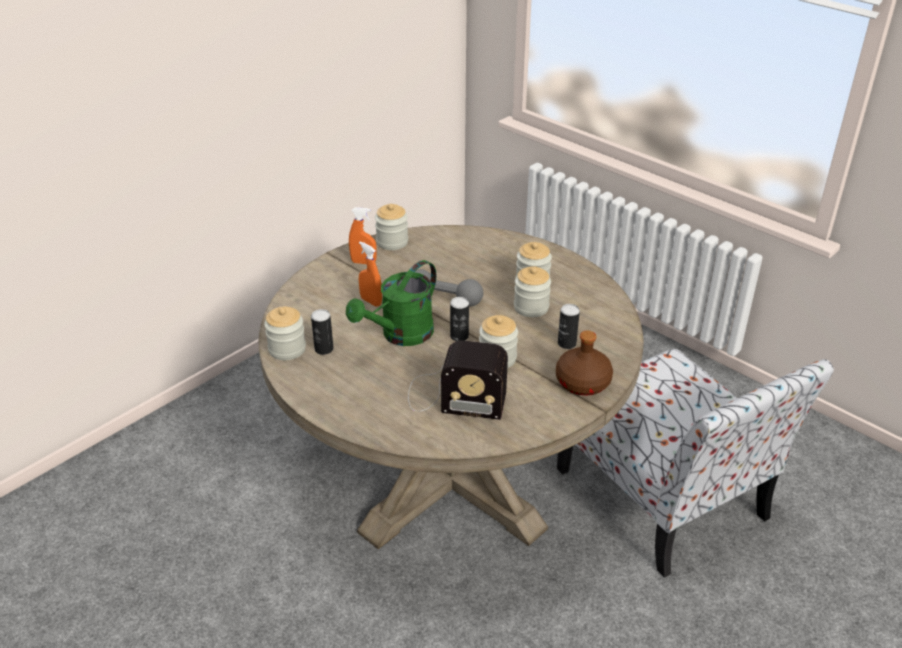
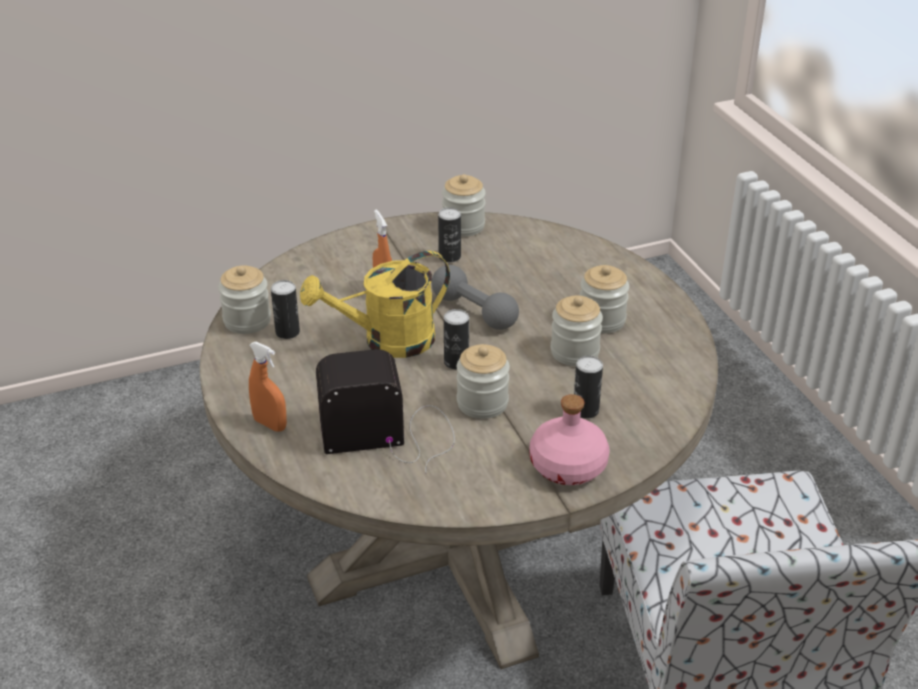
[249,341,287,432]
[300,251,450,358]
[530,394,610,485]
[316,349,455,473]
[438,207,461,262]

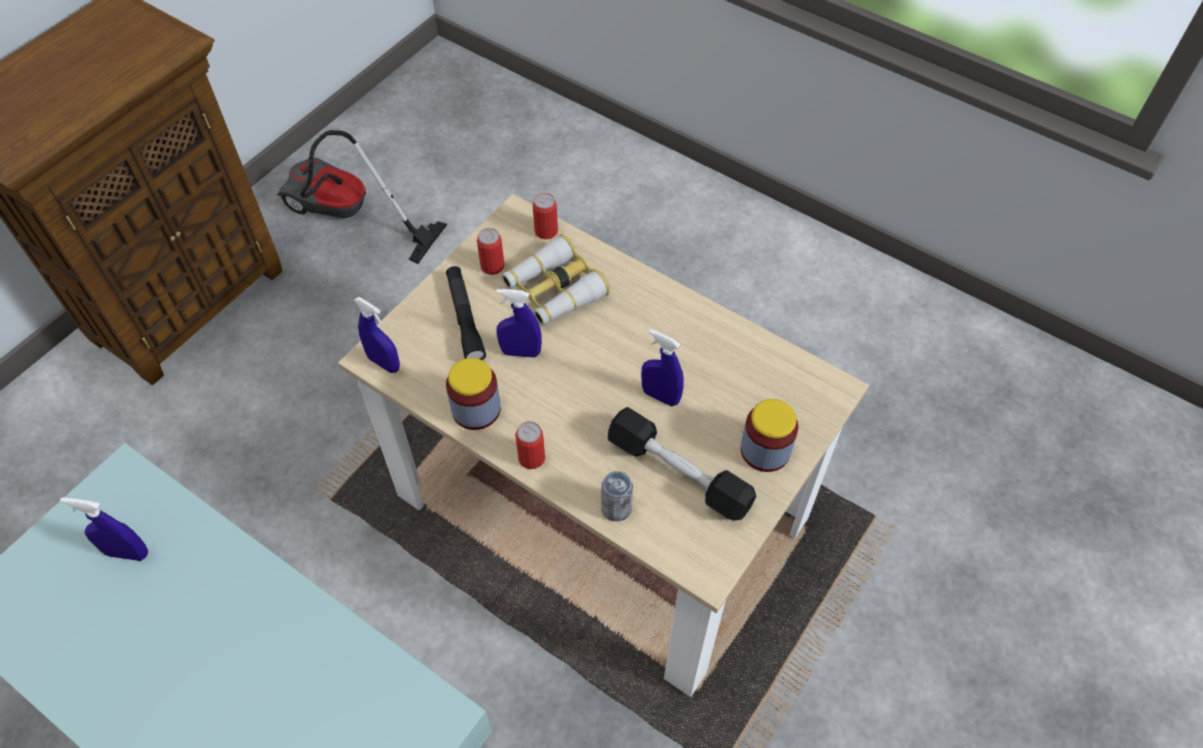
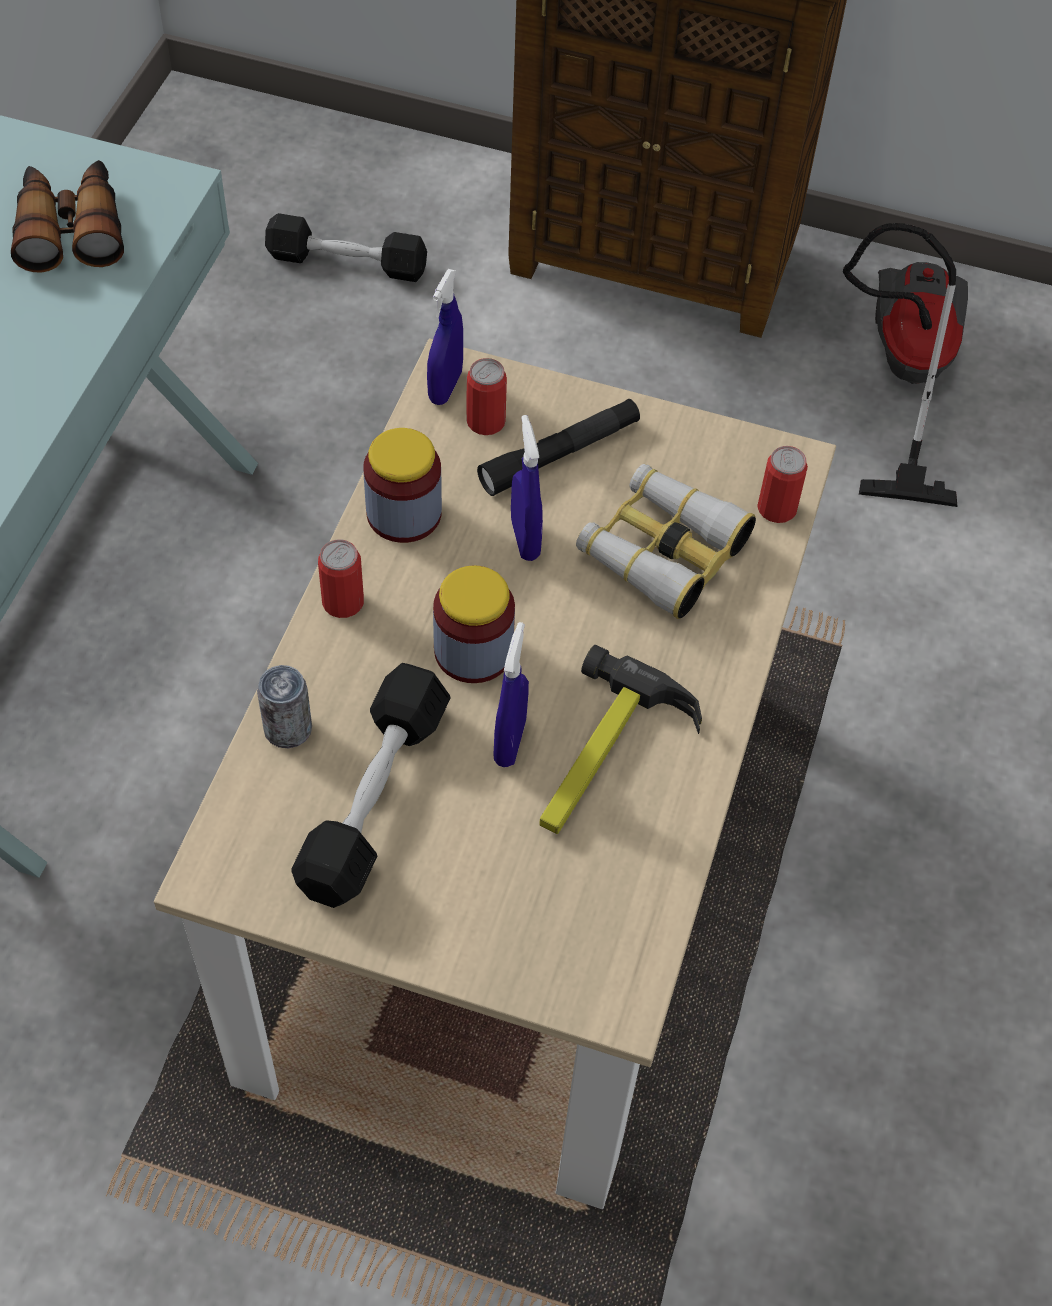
[466,358,507,435]
[433,565,515,683]
[11,160,124,272]
[265,213,427,282]
[539,645,702,834]

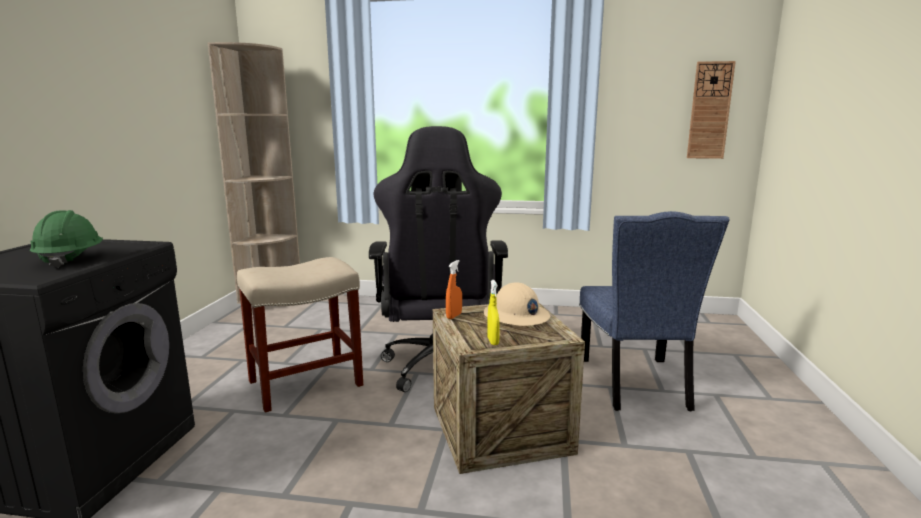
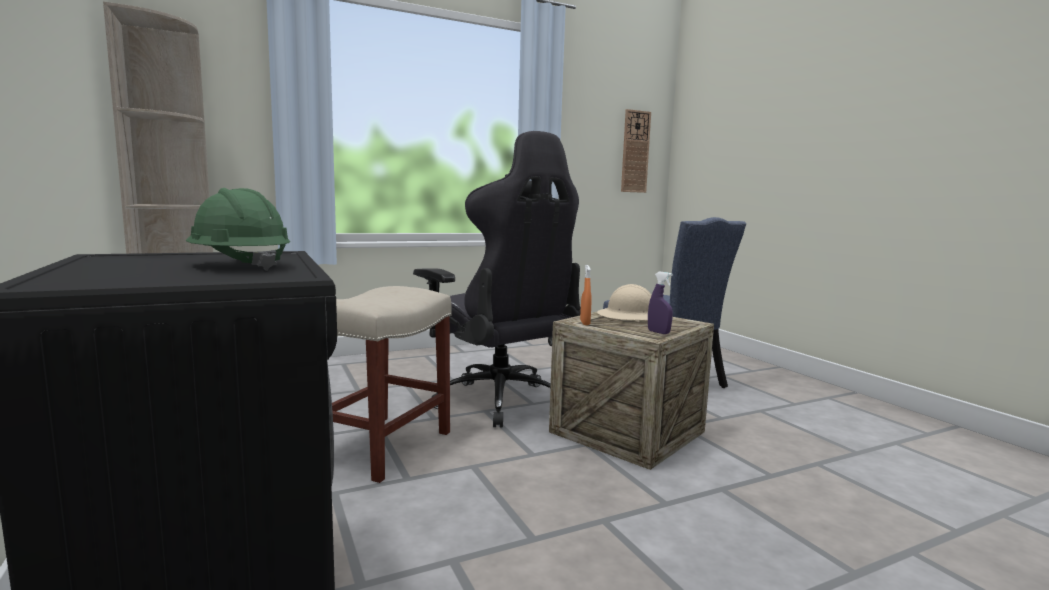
[648,272,673,334]

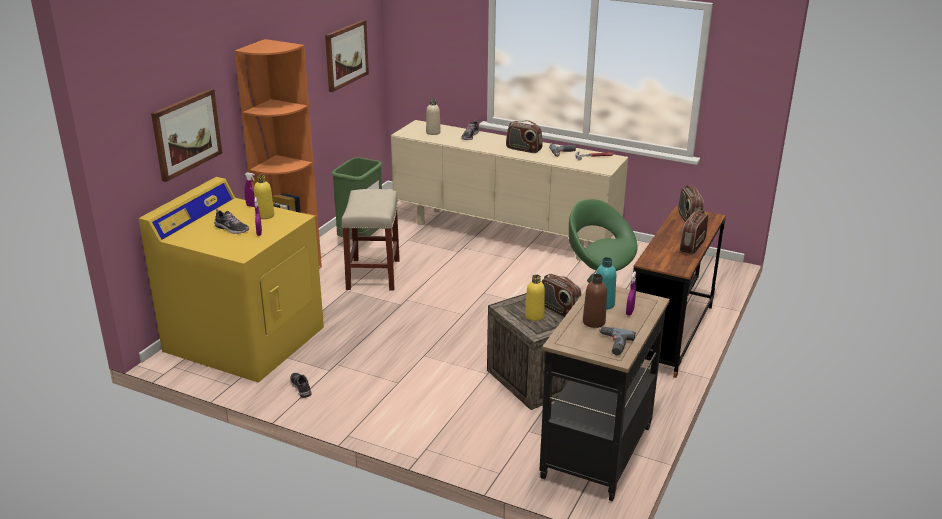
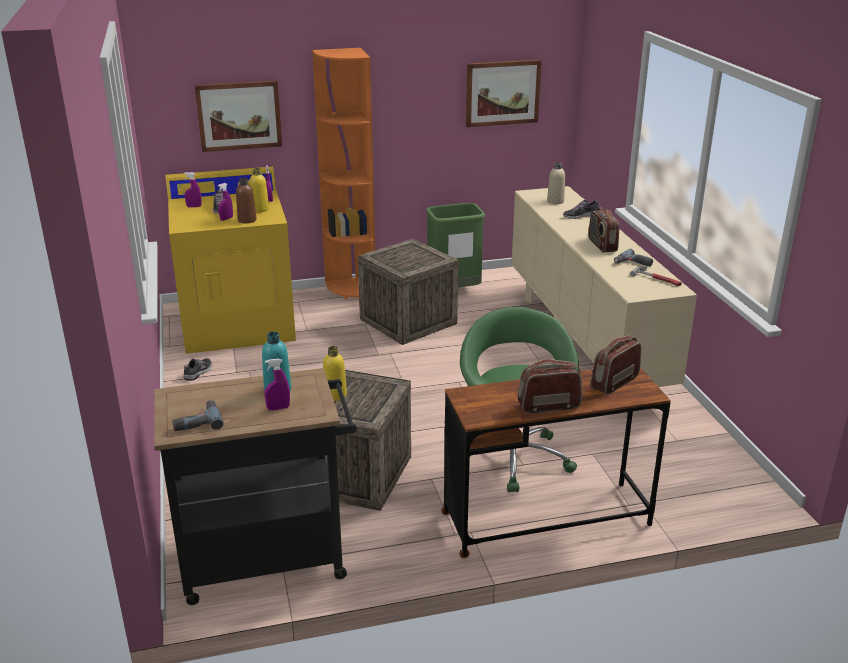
[358,239,459,345]
[542,274,582,317] (first image)
[236,178,257,223]
[184,172,202,208]

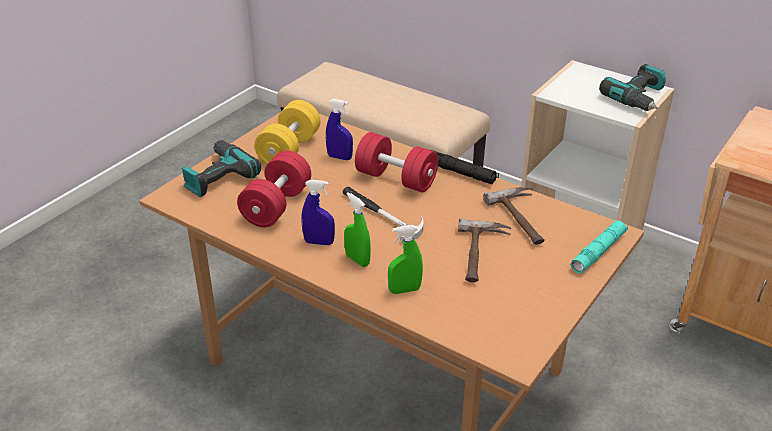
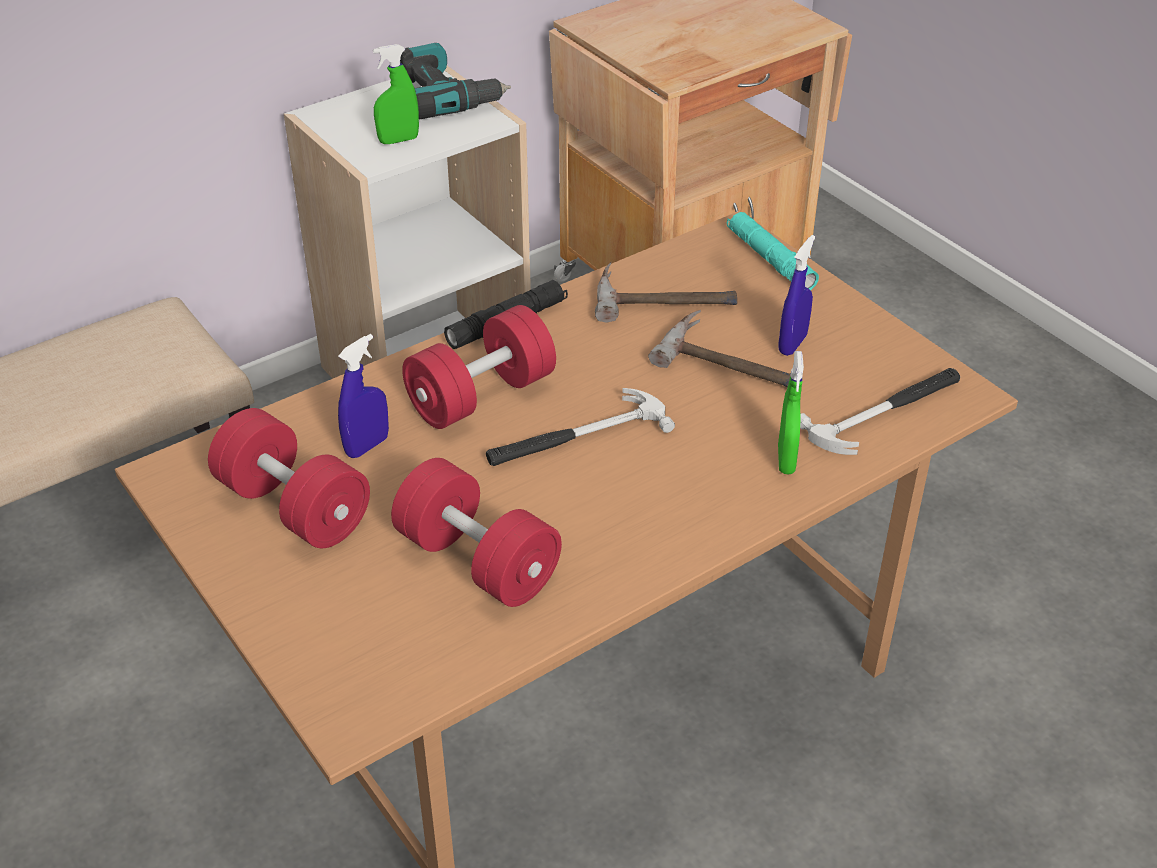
[208,408,370,548]
[182,140,261,197] (first image)
[779,235,815,356]
[373,44,419,144]
[800,368,960,455]

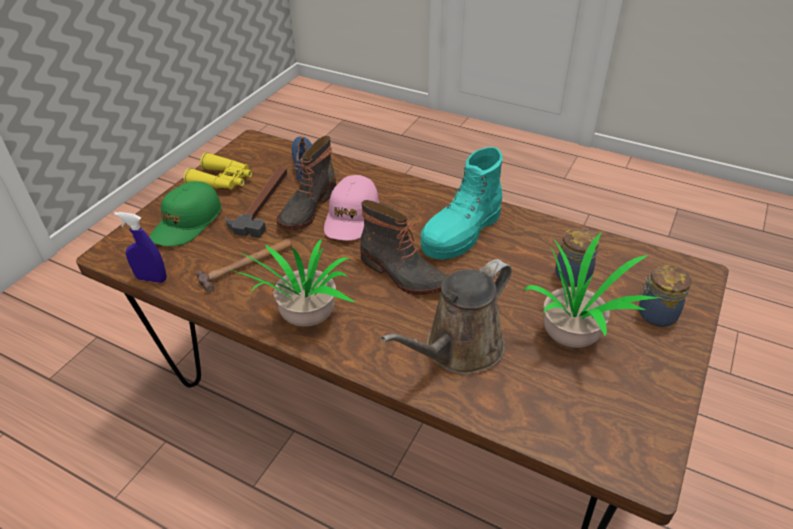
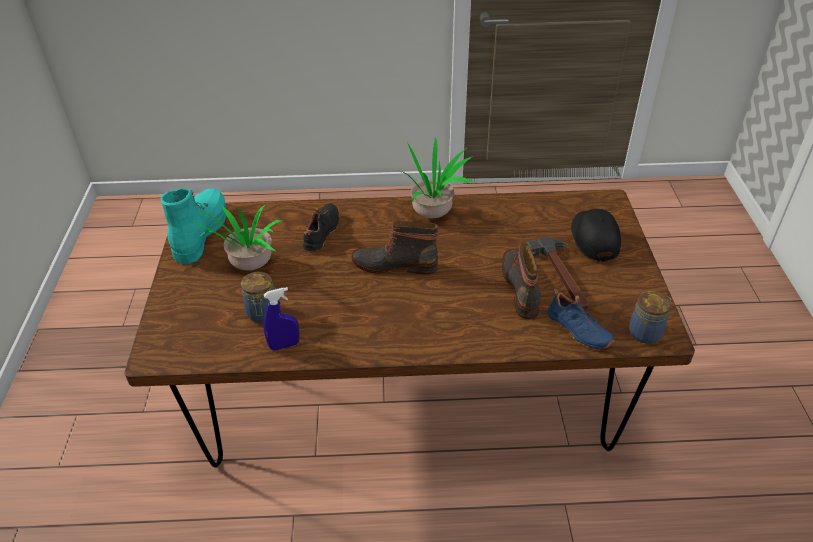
[160,188,226,264]
[184,152,252,189] (first image)
[324,175,379,241] (first image)
[571,209,621,262]
[263,287,300,351]
[196,239,292,292] (first image)
[303,203,339,252]
[629,291,671,344]

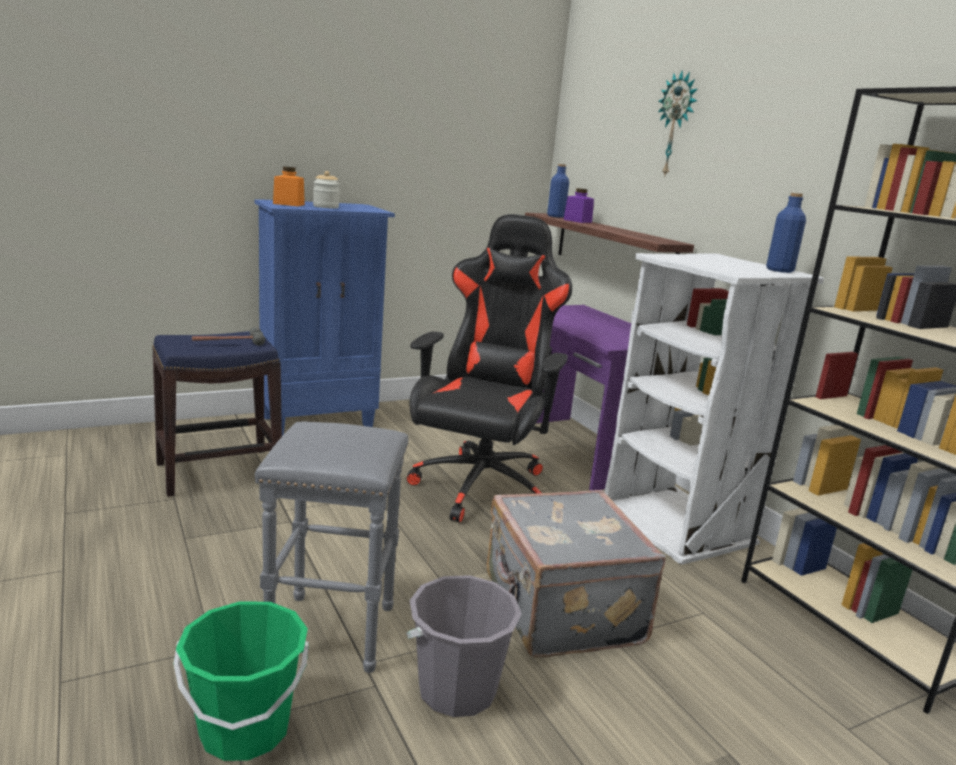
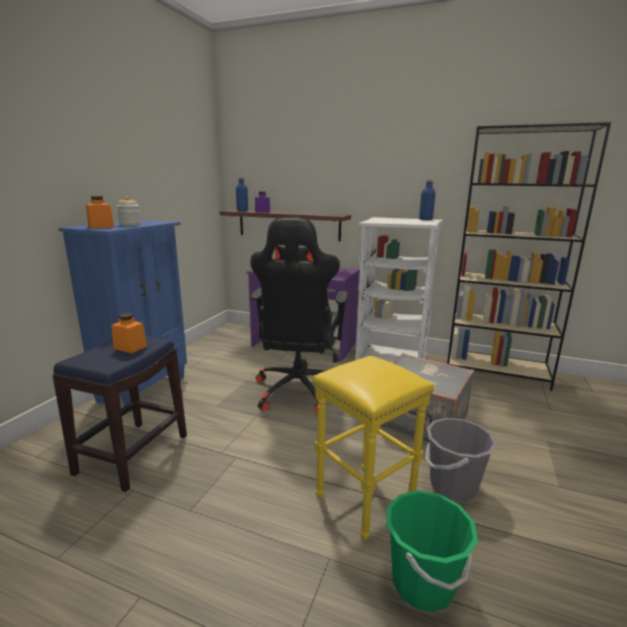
[658,70,698,178] (first image)
[250,217,348,414]
[111,313,147,353]
[313,356,434,541]

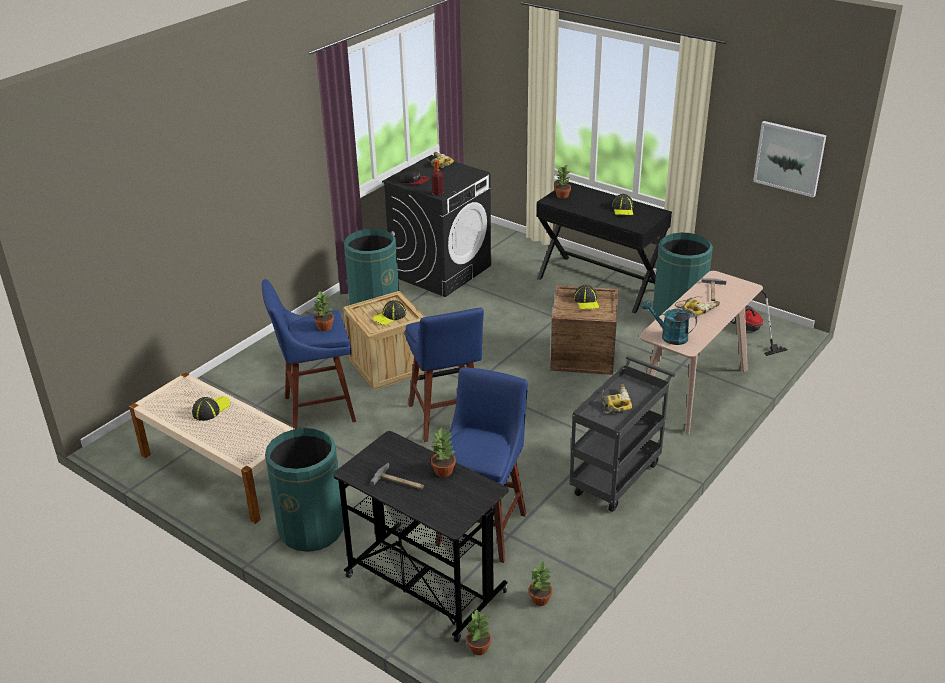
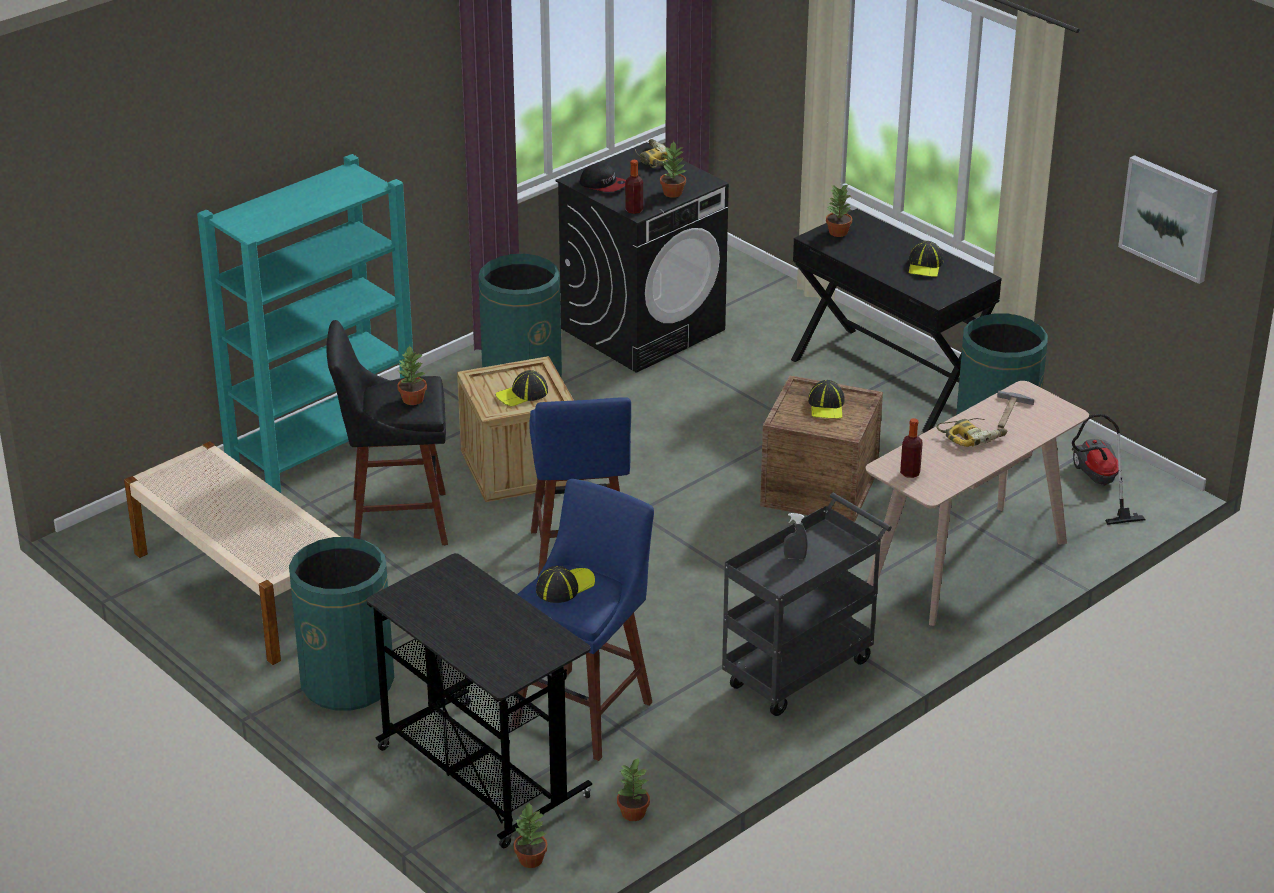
[326,320,448,545]
[900,418,923,478]
[784,513,808,559]
[536,566,595,603]
[660,141,687,198]
[370,463,424,490] (first image)
[197,154,413,493]

